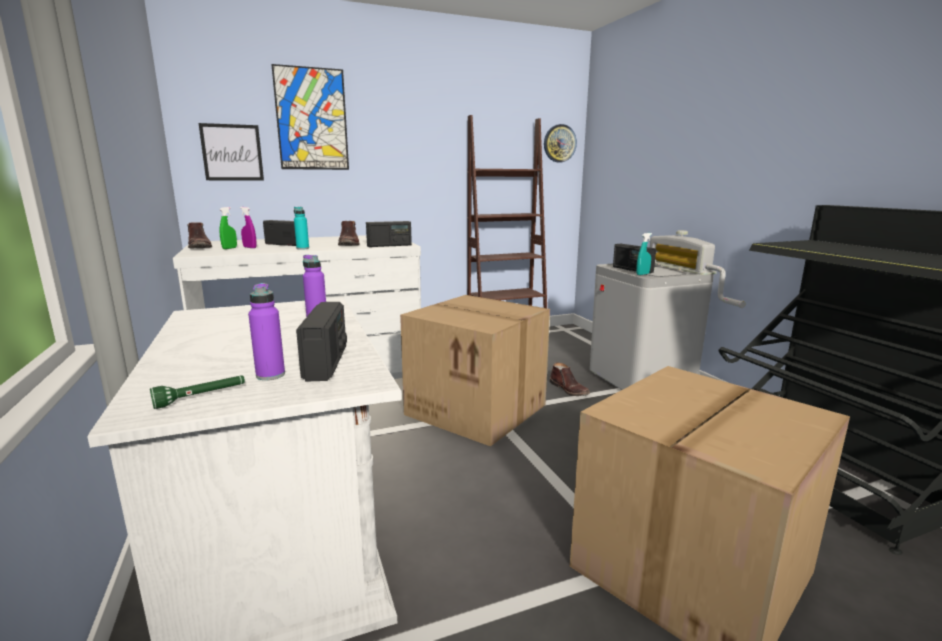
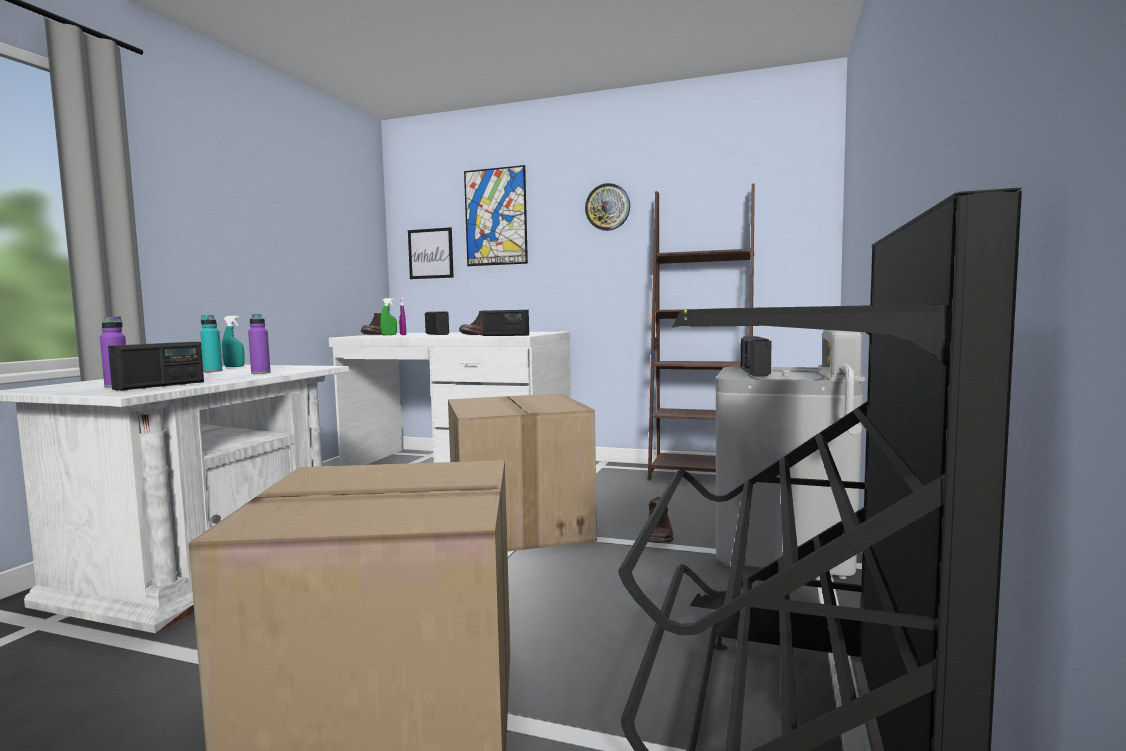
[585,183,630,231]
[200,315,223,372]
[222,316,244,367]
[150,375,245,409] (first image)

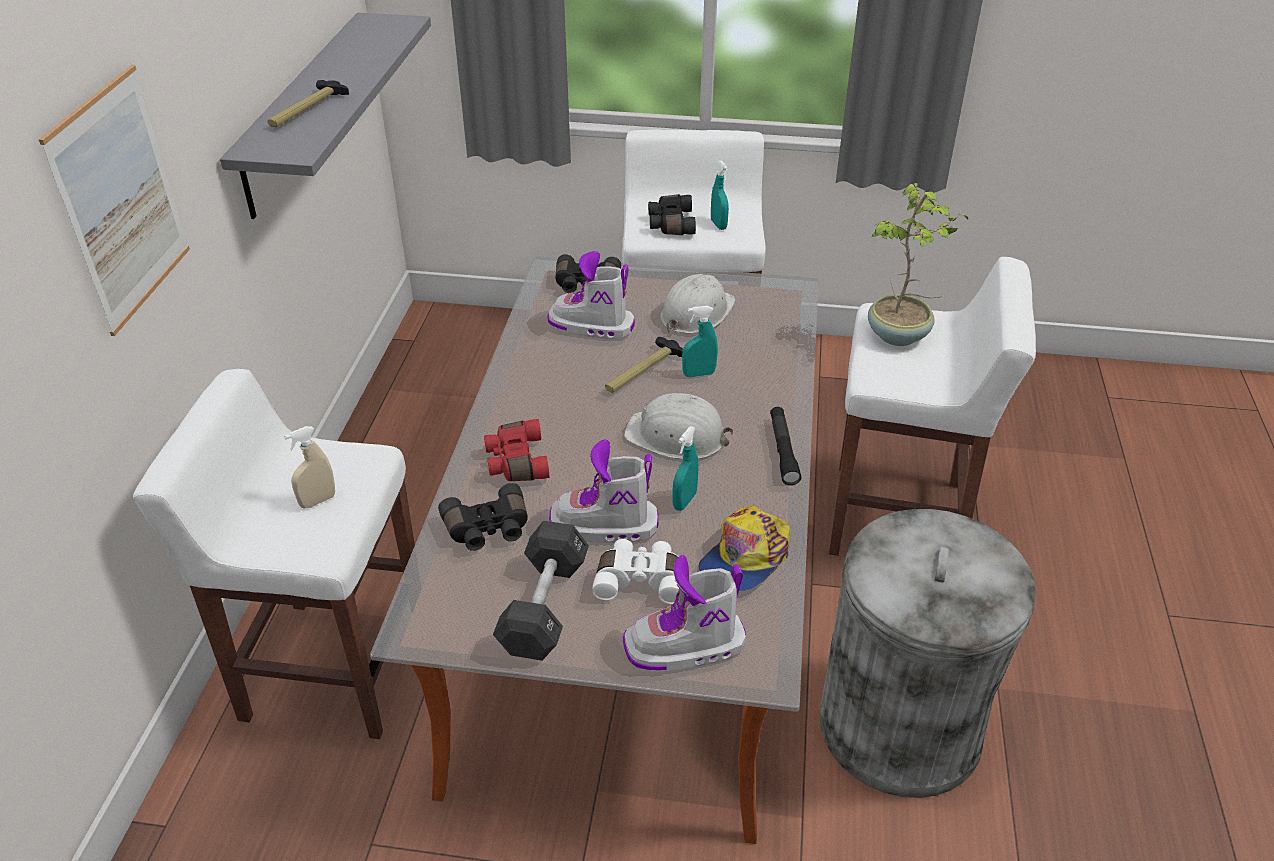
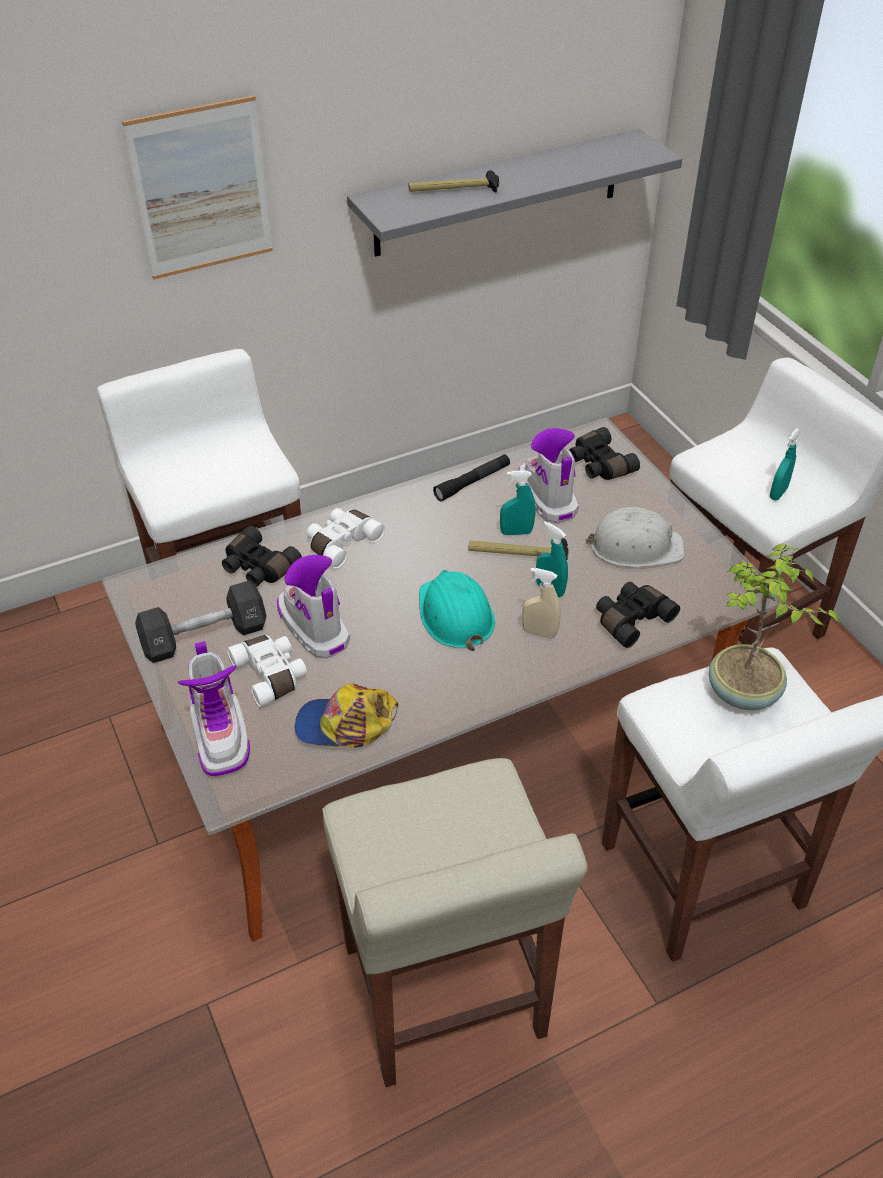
[596,582,680,648]
[419,570,495,651]
[433,454,510,501]
[306,508,385,568]
[522,568,561,638]
[500,470,536,535]
[322,758,588,1087]
[178,641,250,777]

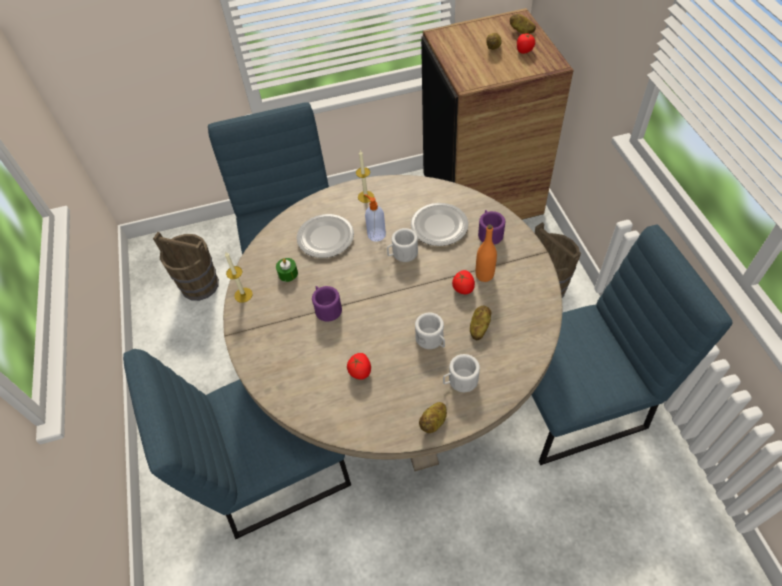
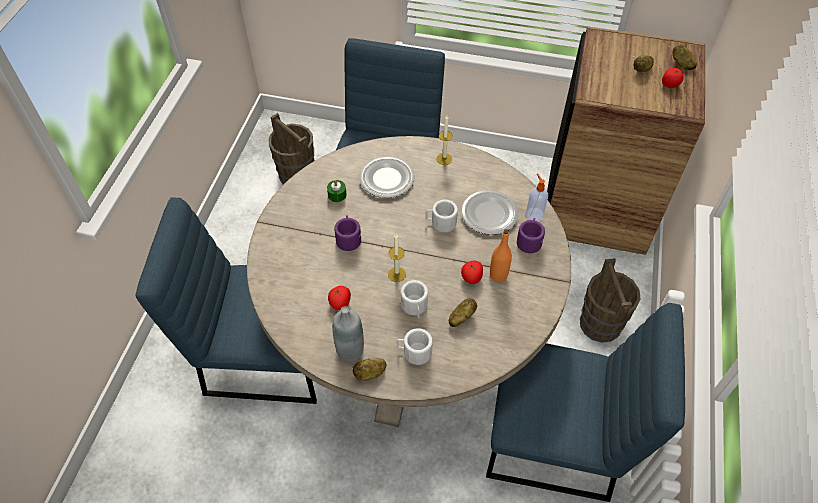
[526,173,548,221]
[388,234,406,282]
[332,306,364,361]

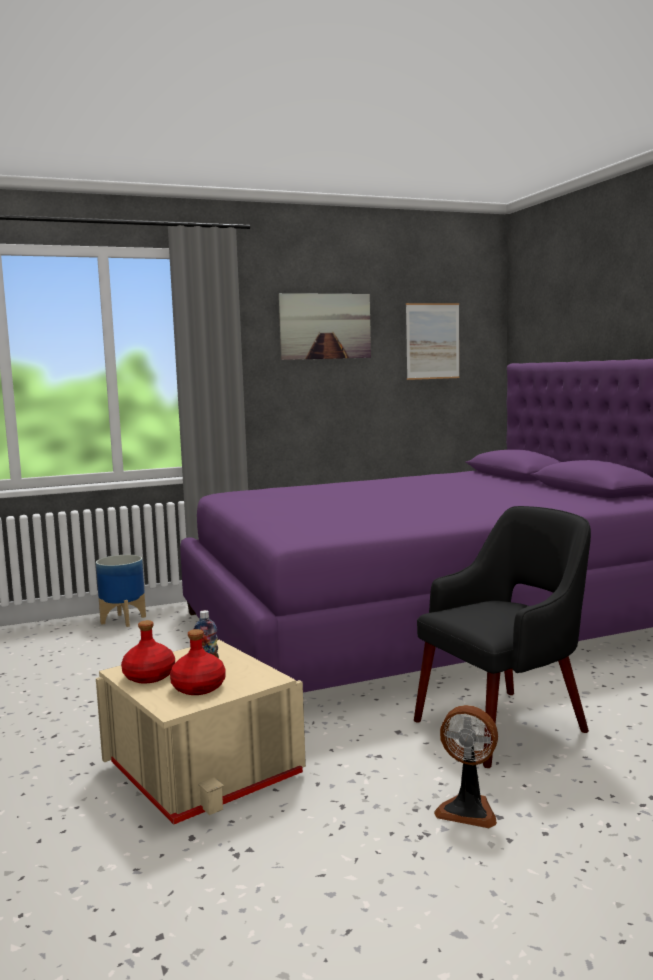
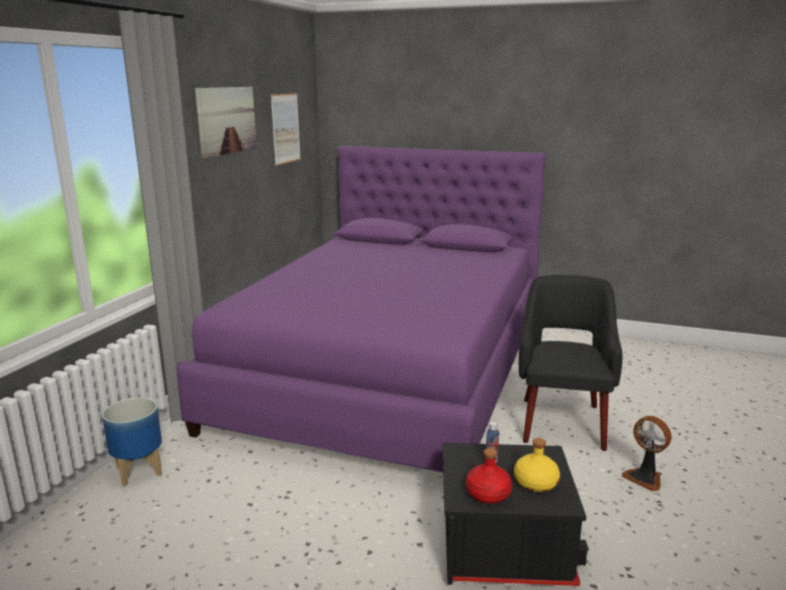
[514,438,560,492]
[442,443,589,586]
[622,416,671,491]

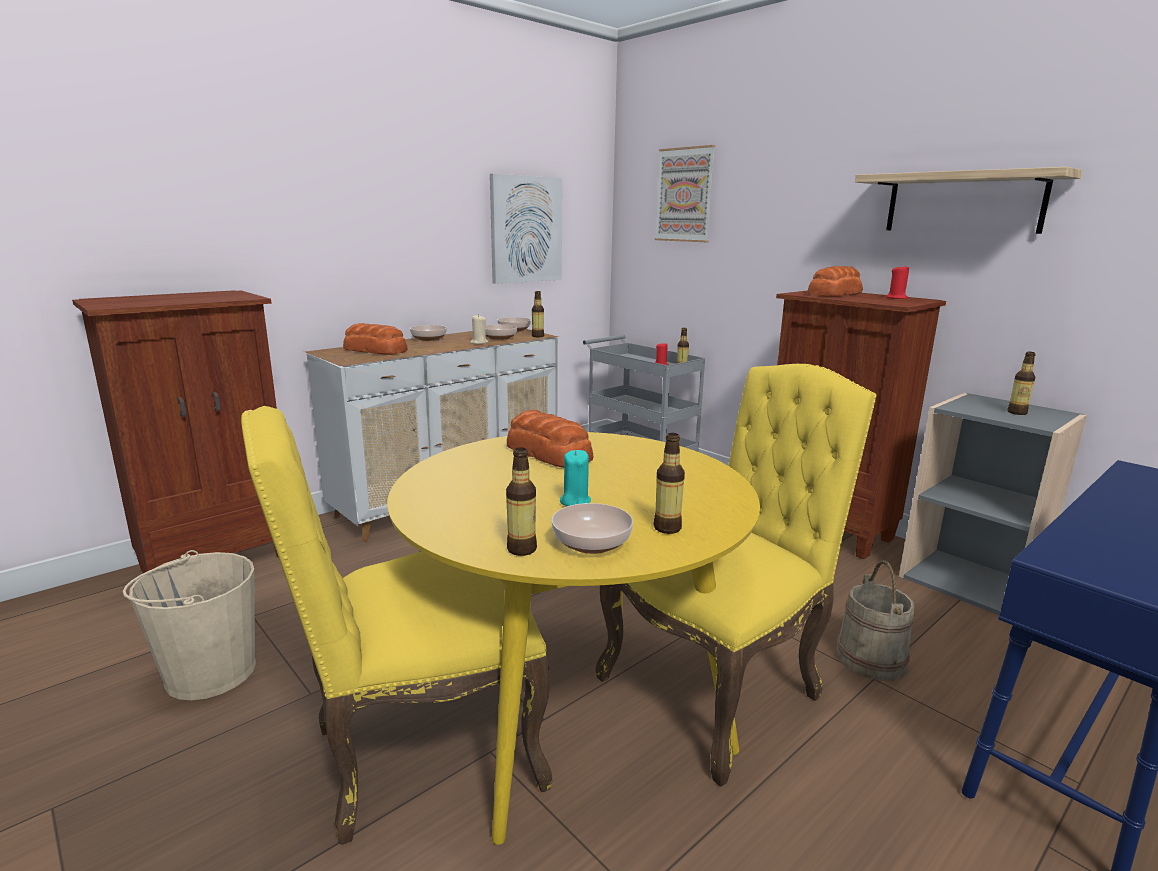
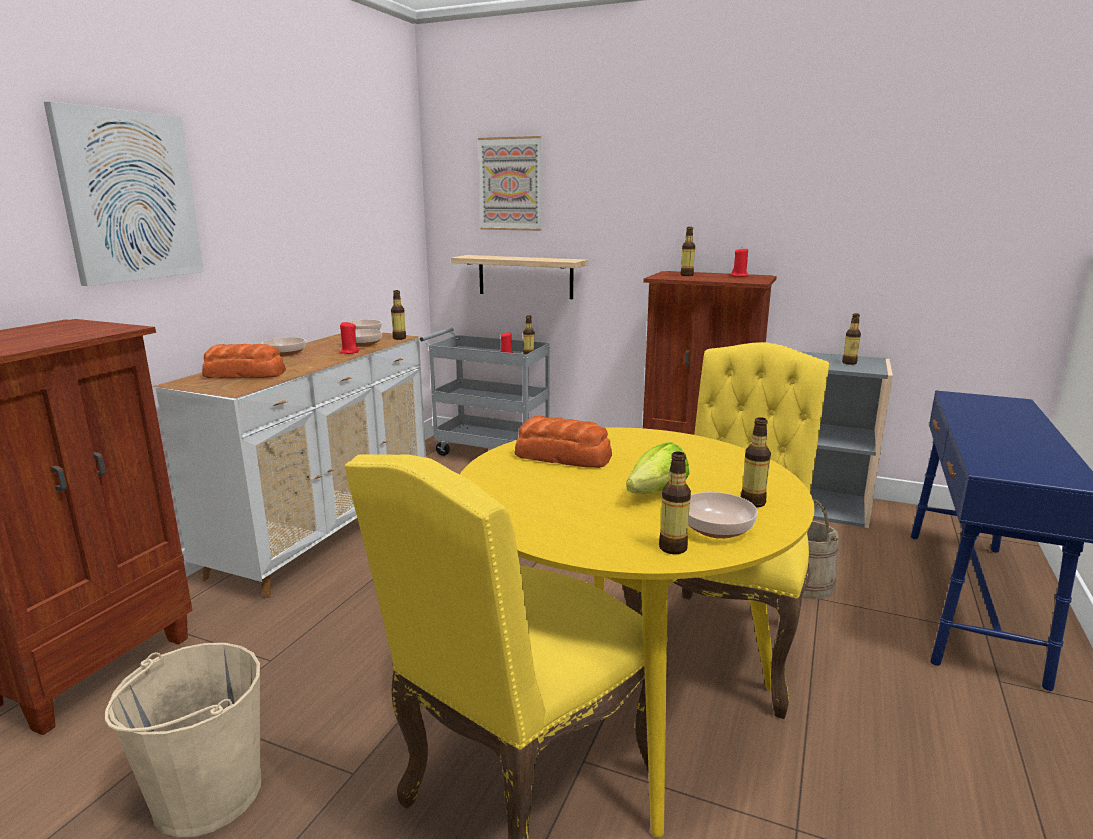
[451,255,588,299]
[44,101,204,286]
[680,227,695,276]
[339,322,360,354]
[626,442,689,494]

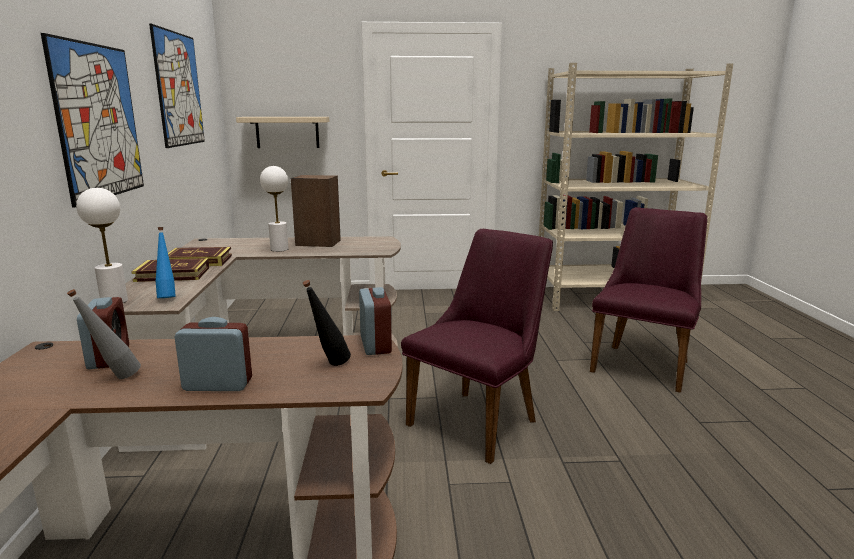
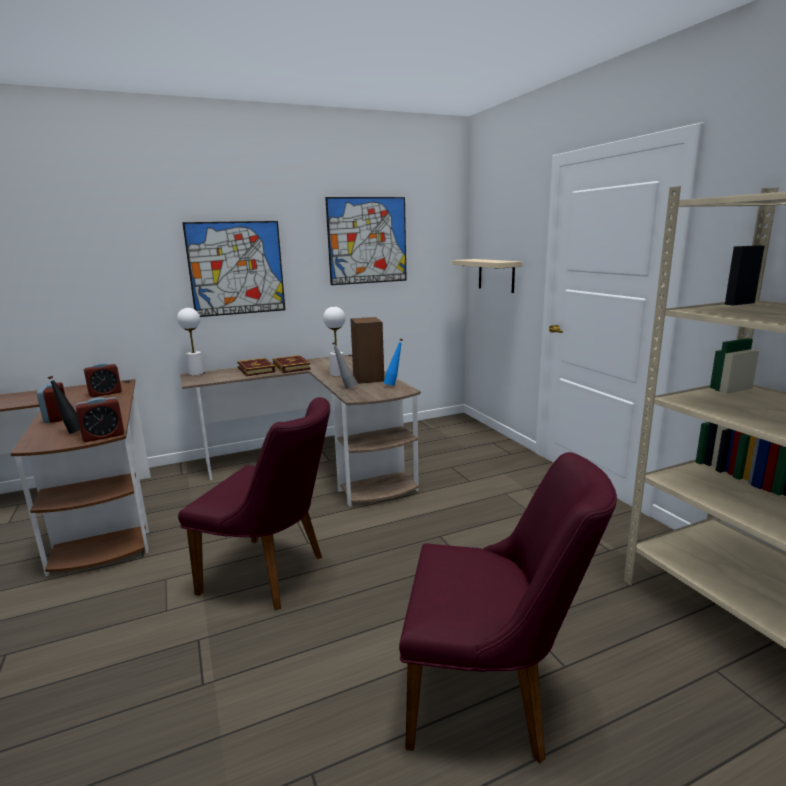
[383,339,403,386]
[332,342,356,389]

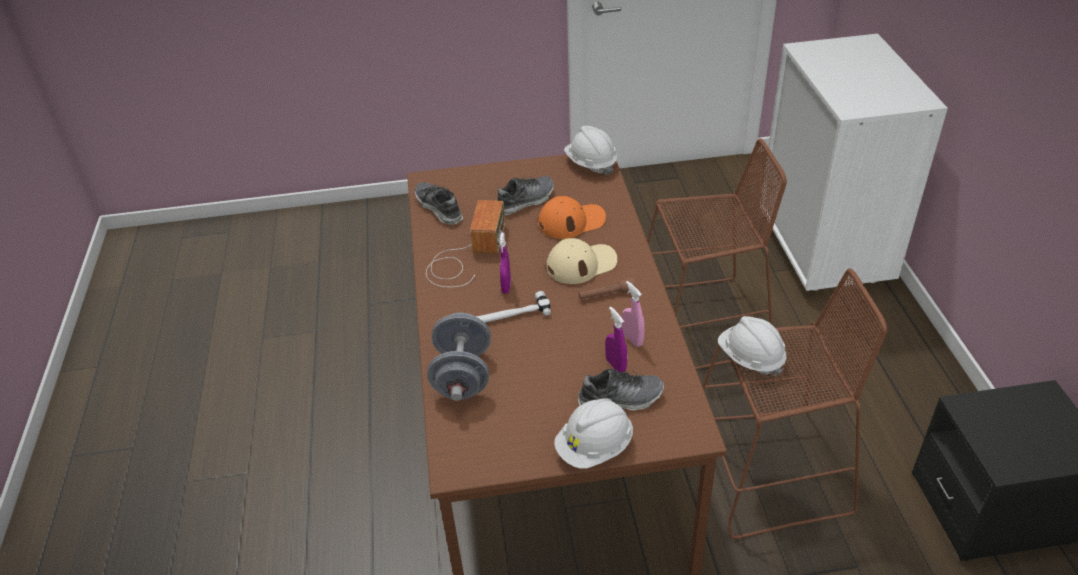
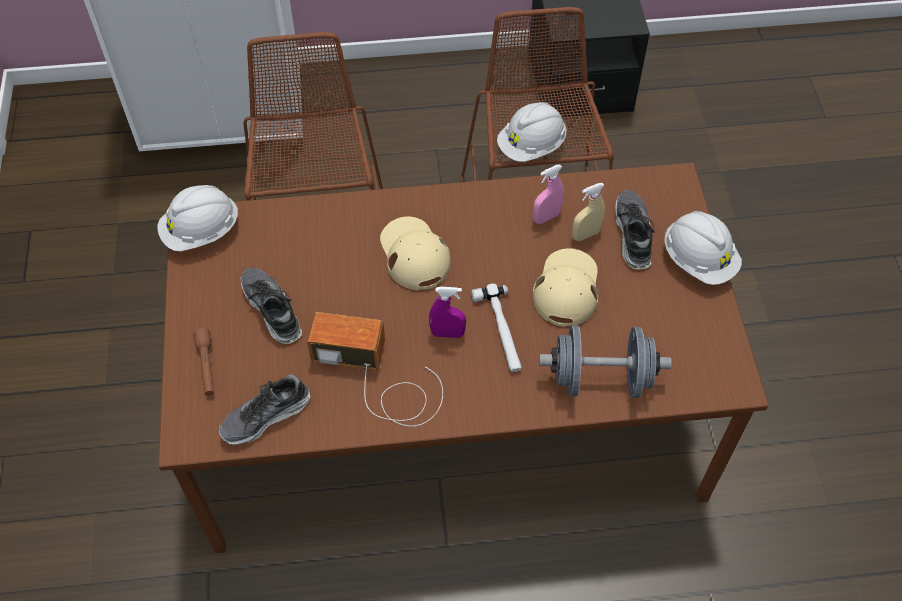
[538,196,606,239] (first image)
[193,328,214,396]
[572,183,605,241]
[533,248,599,327]

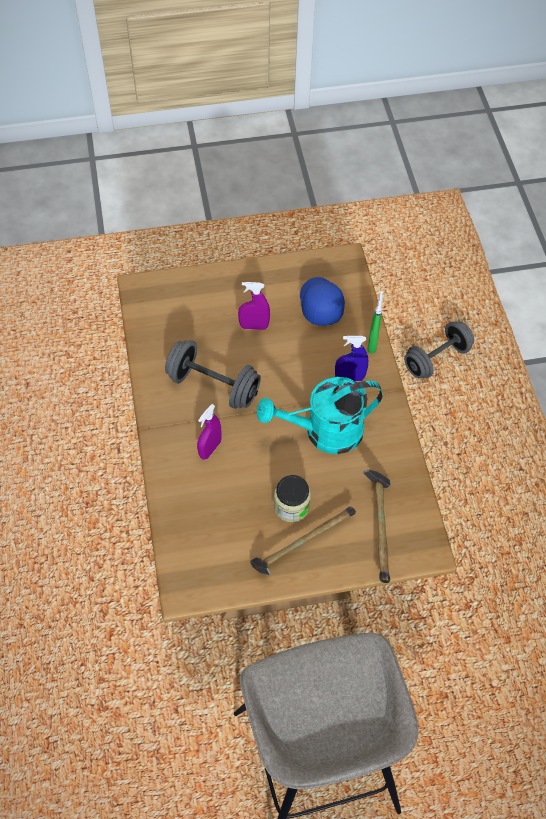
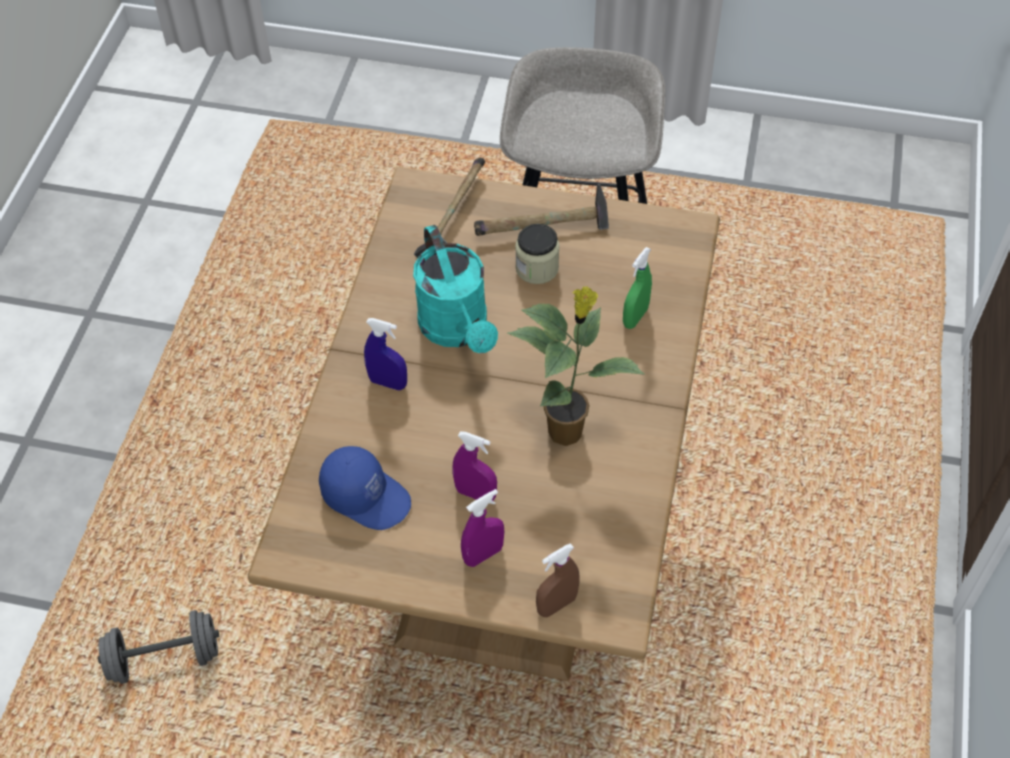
[319,446,411,530]
[623,247,652,329]
[507,286,645,446]
[413,225,498,353]
[461,489,504,567]
[536,543,580,617]

